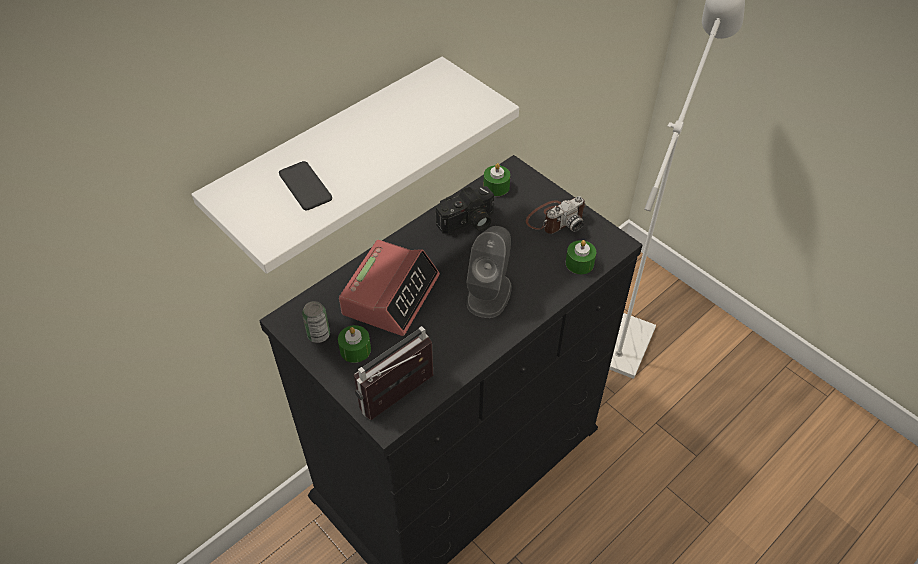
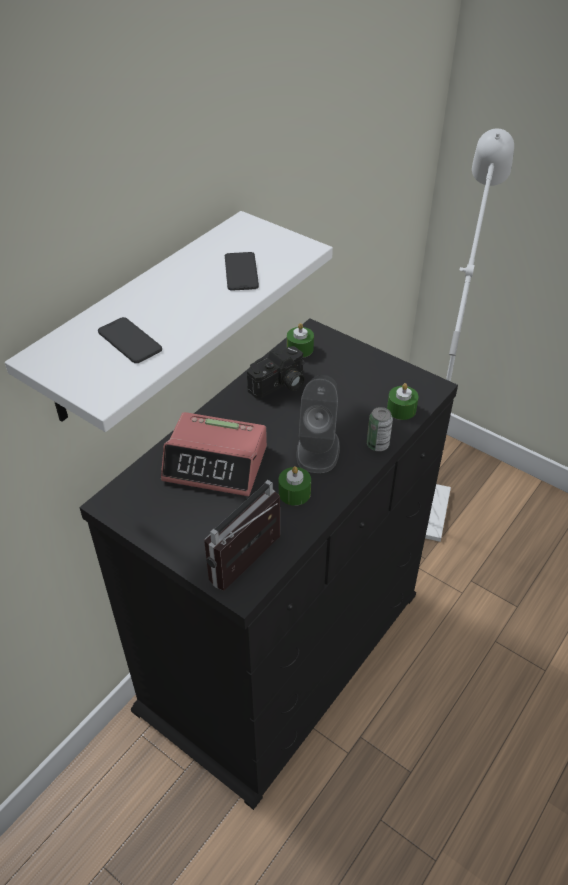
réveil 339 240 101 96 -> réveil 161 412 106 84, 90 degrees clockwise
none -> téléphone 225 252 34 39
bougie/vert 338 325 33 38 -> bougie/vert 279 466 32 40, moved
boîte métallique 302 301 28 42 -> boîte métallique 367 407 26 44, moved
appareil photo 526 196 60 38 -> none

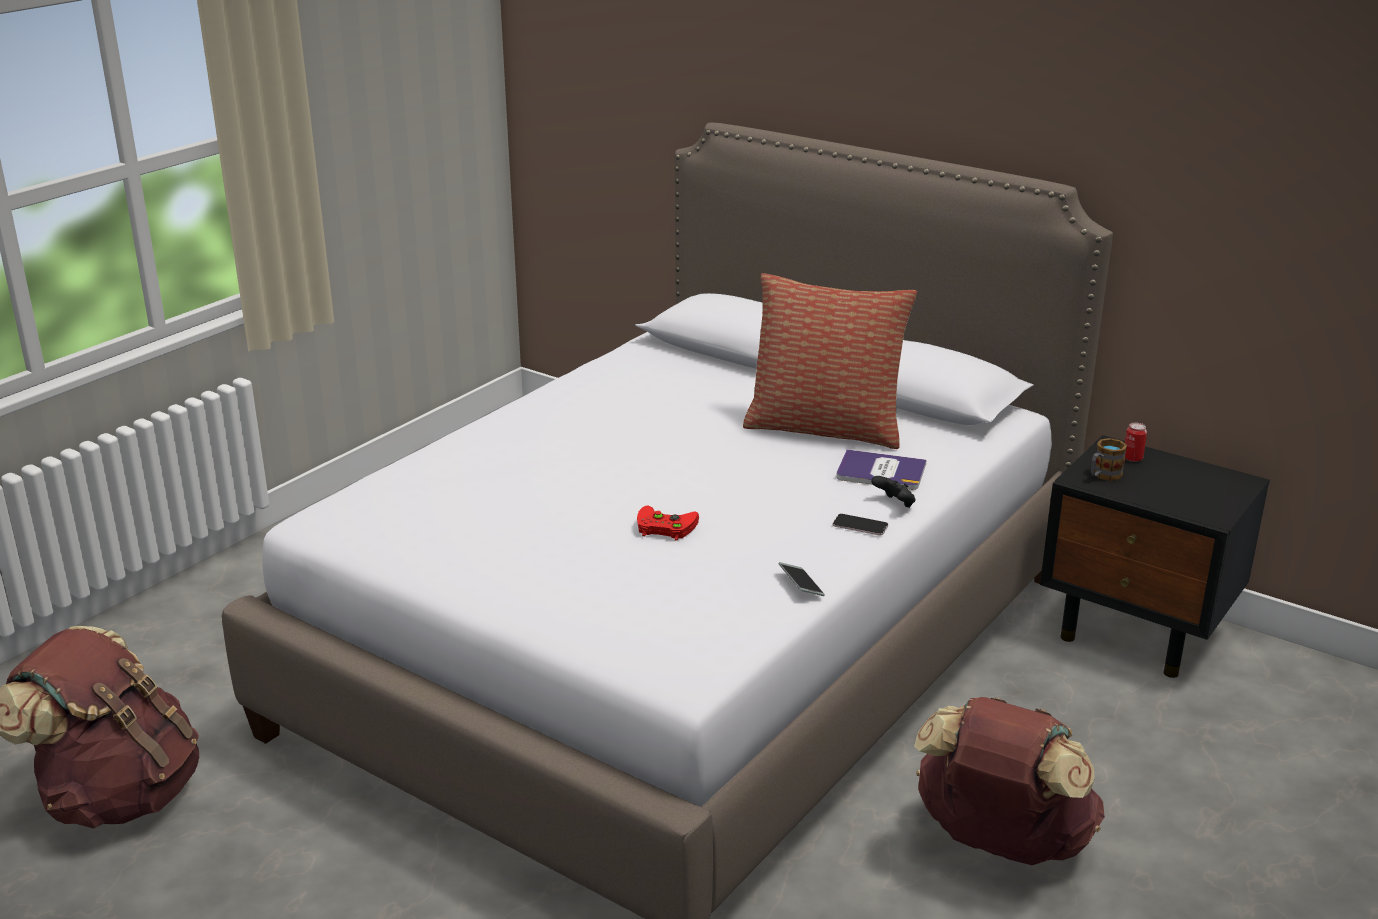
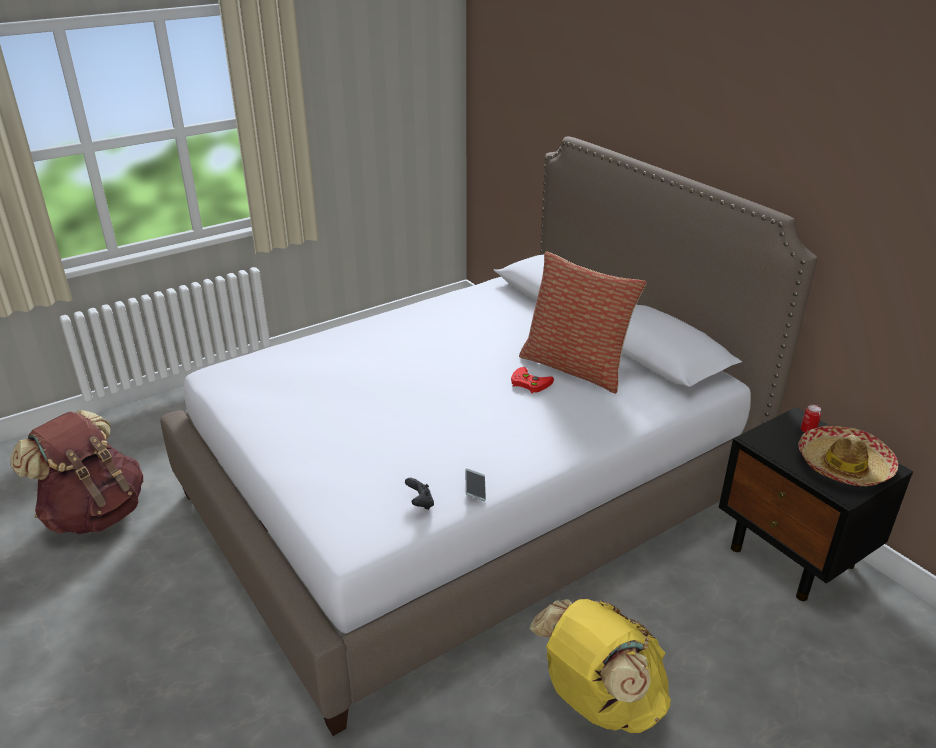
manette/noir 871 476 45 32 -> manette/noir 405 478 29 32, moved
manette/rouge 637 505 62 36 -> manette/rouge 511 367 43 27, moved
sac à dos/marron 914 697 191 168 -> sac à dos/jaune 530 599 141 134
none -> chapeau 799 426 99 60
téléphone 833 514 55 21 -> none
livre 836 449 91 41 -> none
mug 1091 438 36 43 -> none

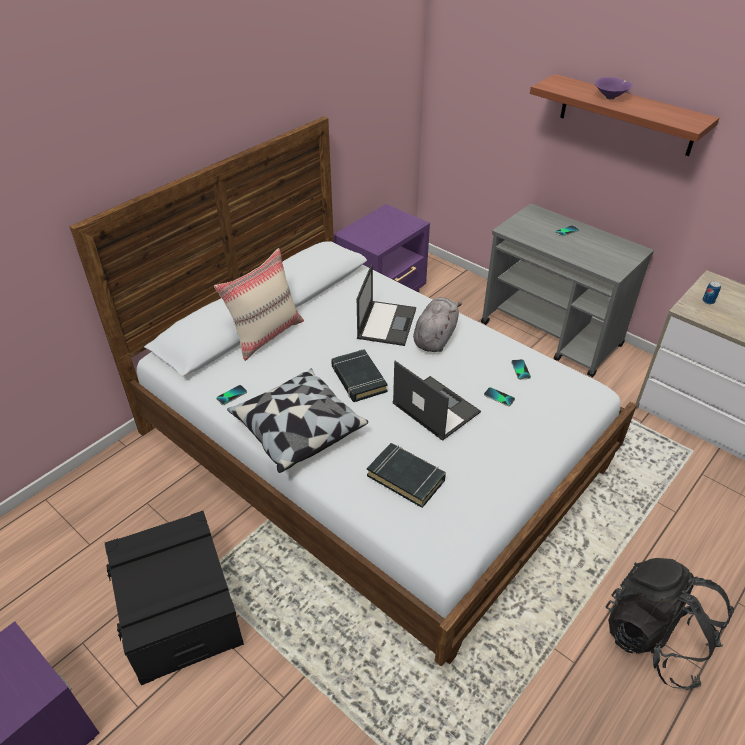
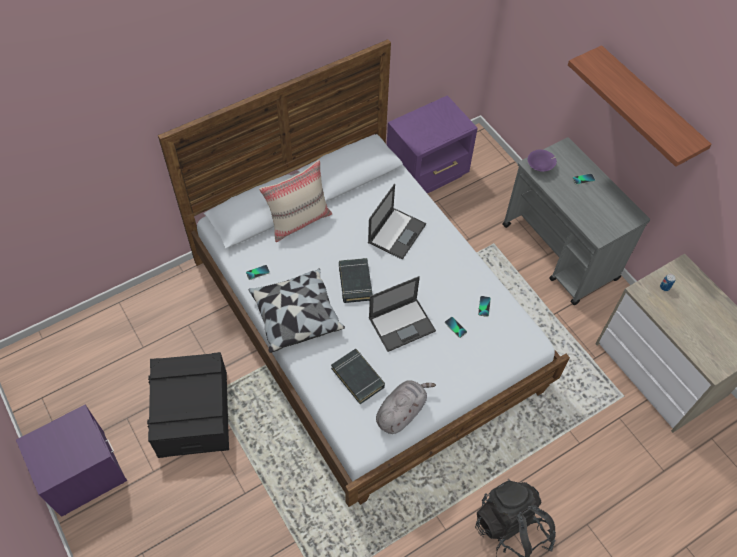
ordinateur portable 393 361 88 80 -> ordinateur portable 369 276 67 76, 90 degrees clockwise
peluche/gris 413 297 49 55 -> peluche/gris 376 380 60 54, moved
bol/violet 595 77 37 23 -> bol/violet 527 149 30 23, moved

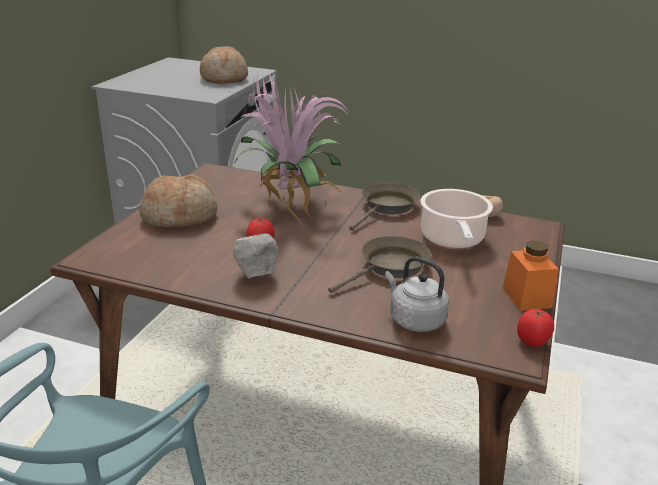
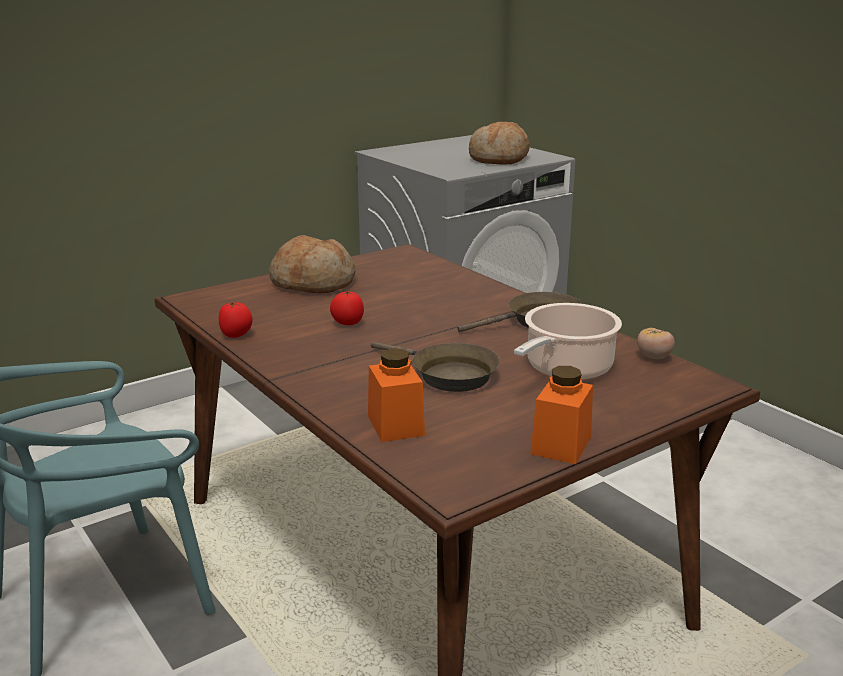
tomate 517 309 37 38 -> tomate 219 302 33 36, moved
bouilloire/gris 385 257 64 75 -> bocal/orange 368 348 57 94
poêle/marron 328 236 103 57 -> poêle/marron 371 342 129 50, 45 degrees clockwise
bol/gris 233 234 45 45 -> none
plante en pot 234 71 118 154 -> none

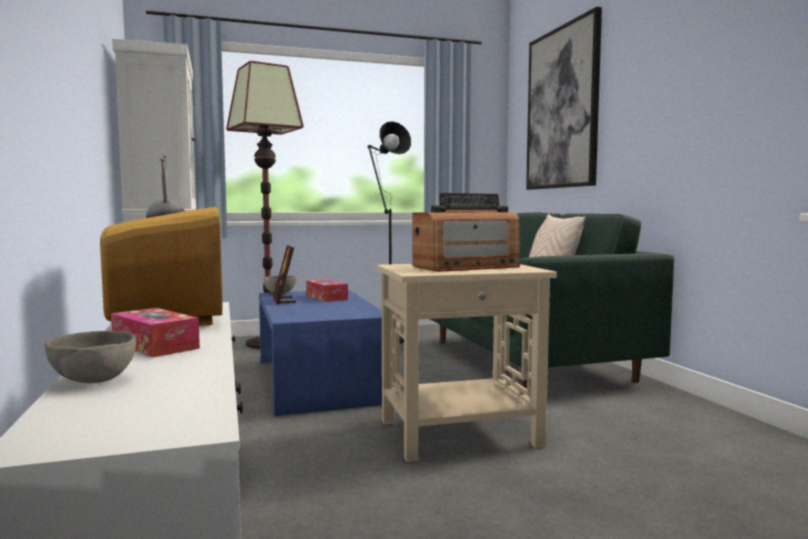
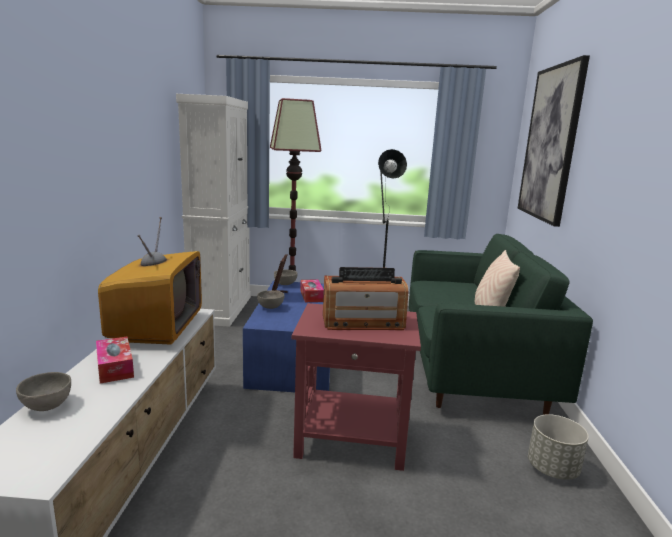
none -> bol/gris 257 290 28 19
table d'appoint/beige 377 264 180 198 -> table d'appoint/rouge 292 303 129 168
none -> cache-pot/gris 528 414 61 66

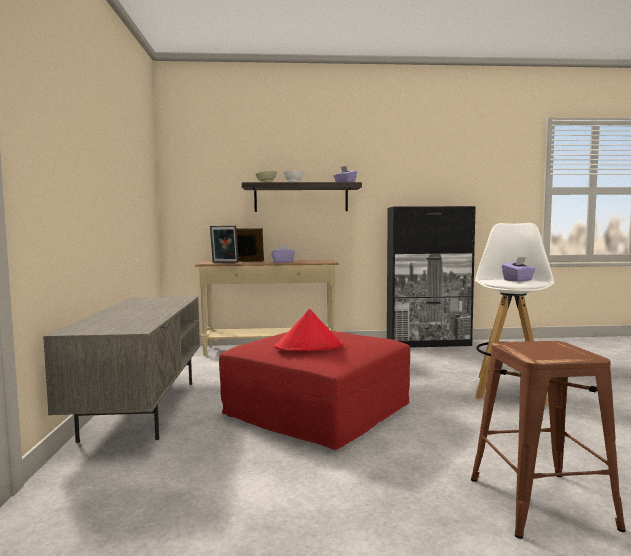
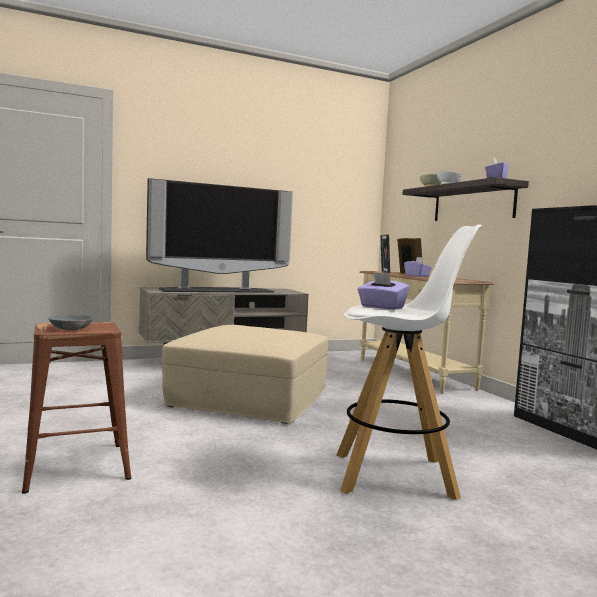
none -> bol/gris 48 315 46 15
none -> téléviseur 146 178 147 115
pouf/rouge 219 331 191 119 -> pouf/beige 162 325 166 99
chapeau/rouge 274 309 69 42 -> none

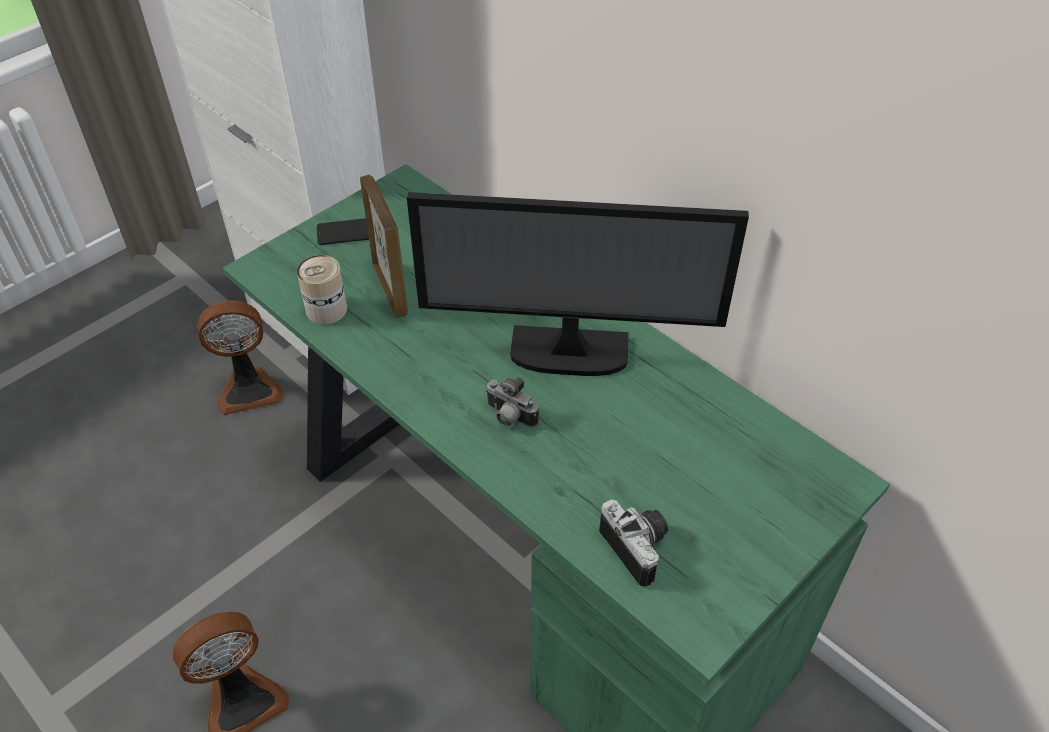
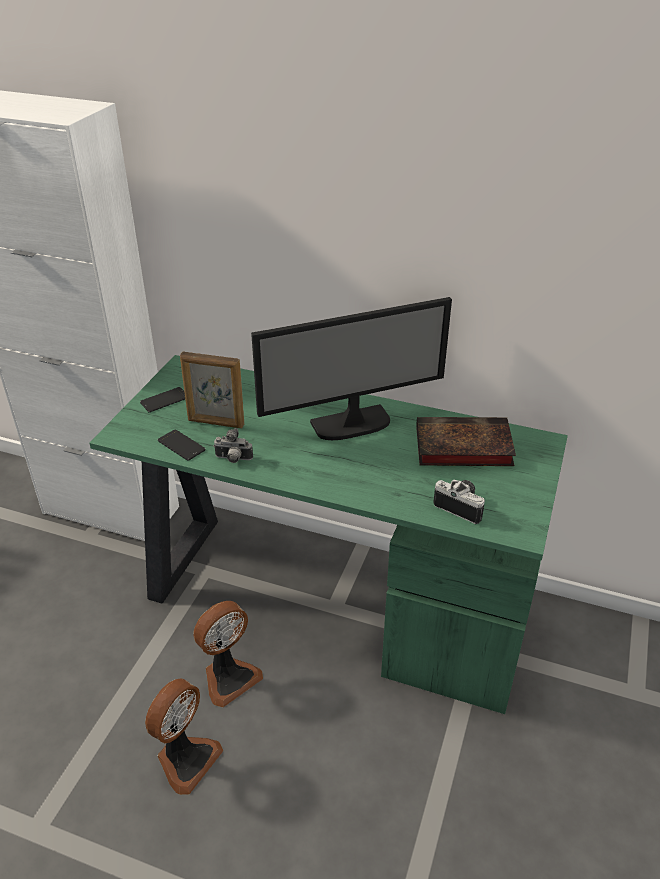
boîte métallique 297 255 50 70 -> téléphone 158 430 47 31
cadre photo 360 175 48 143 -> cadre photo 180 351 64 77, 150 degrees clockwise
ventilateur 198 300 86 115 -> ventilateur 194 601 69 106, moved
appareil photo 485 377 54 51 -> appareil photo 213 428 40 35, moved
none -> livre 416 417 100 49

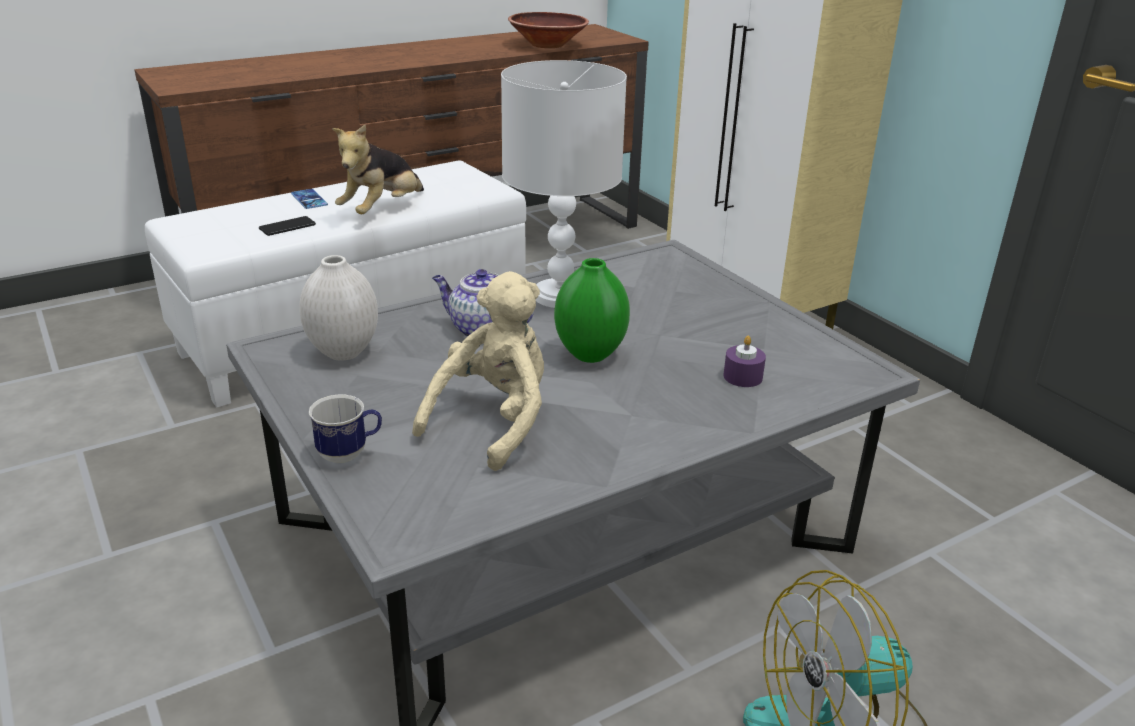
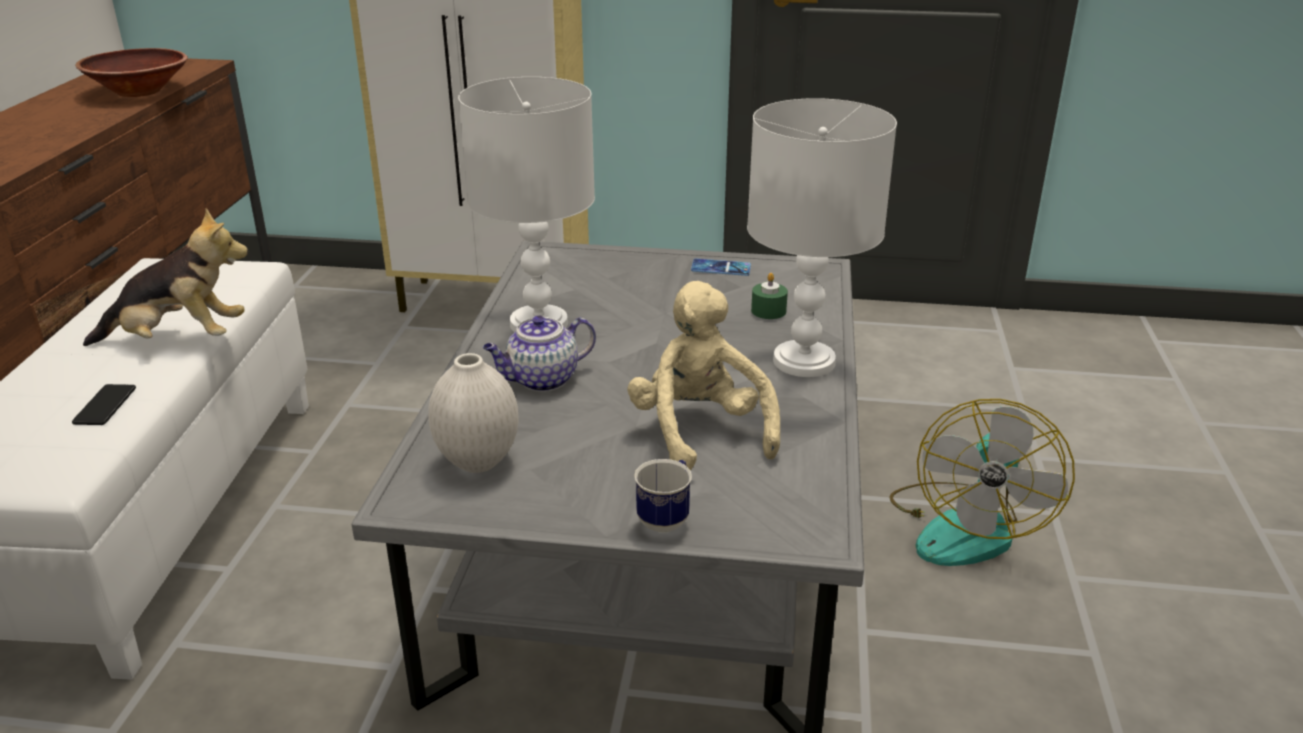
peluche 332 125 92 89 -> peluche 83 208 165 138, 75 degrees counterclockwise
téléphone 291 189 37 20 -> téléphone 691 258 60 18, moved
none -> lampe de table/blanc 747 98 150 279
bougie/violet 723 336 43 51 -> bougie/vert 751 273 37 46
vase/vert 554 258 76 105 -> none

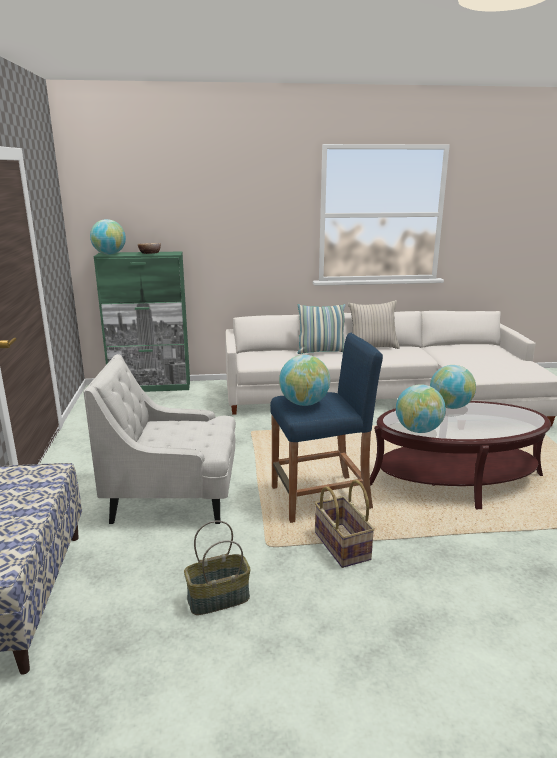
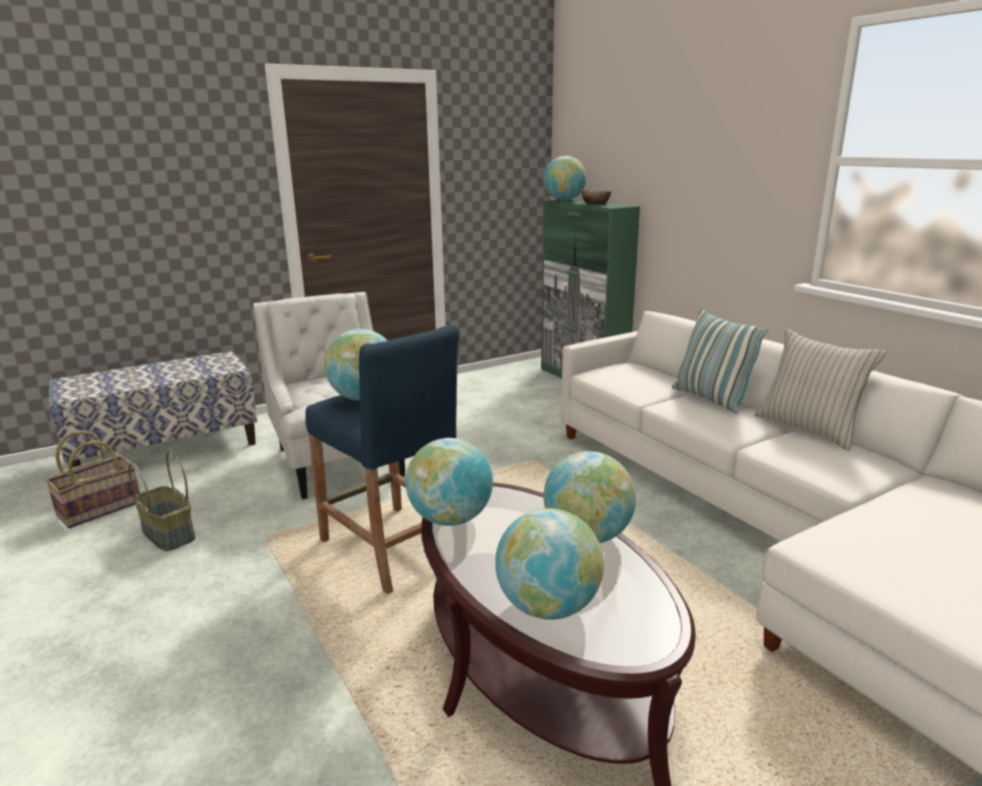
panier 315 480 60 88 -> panier 45 430 95 98, moved
none -> globe 495 508 109 112

